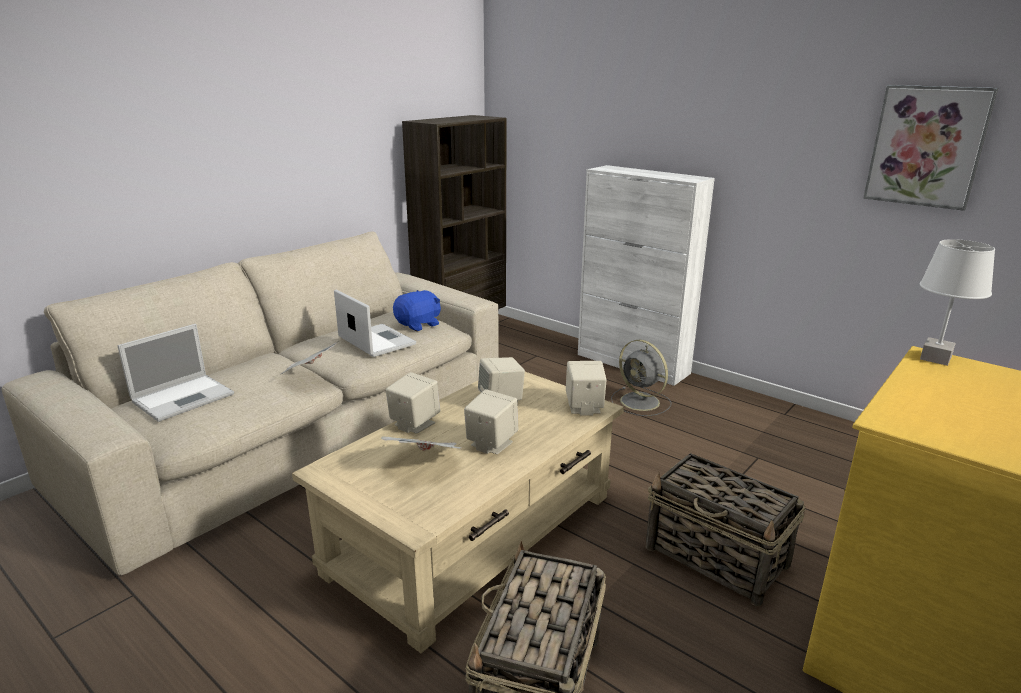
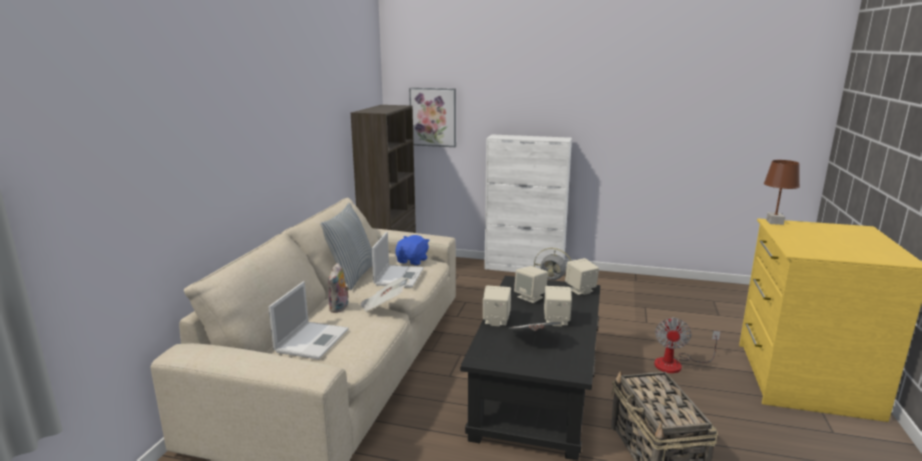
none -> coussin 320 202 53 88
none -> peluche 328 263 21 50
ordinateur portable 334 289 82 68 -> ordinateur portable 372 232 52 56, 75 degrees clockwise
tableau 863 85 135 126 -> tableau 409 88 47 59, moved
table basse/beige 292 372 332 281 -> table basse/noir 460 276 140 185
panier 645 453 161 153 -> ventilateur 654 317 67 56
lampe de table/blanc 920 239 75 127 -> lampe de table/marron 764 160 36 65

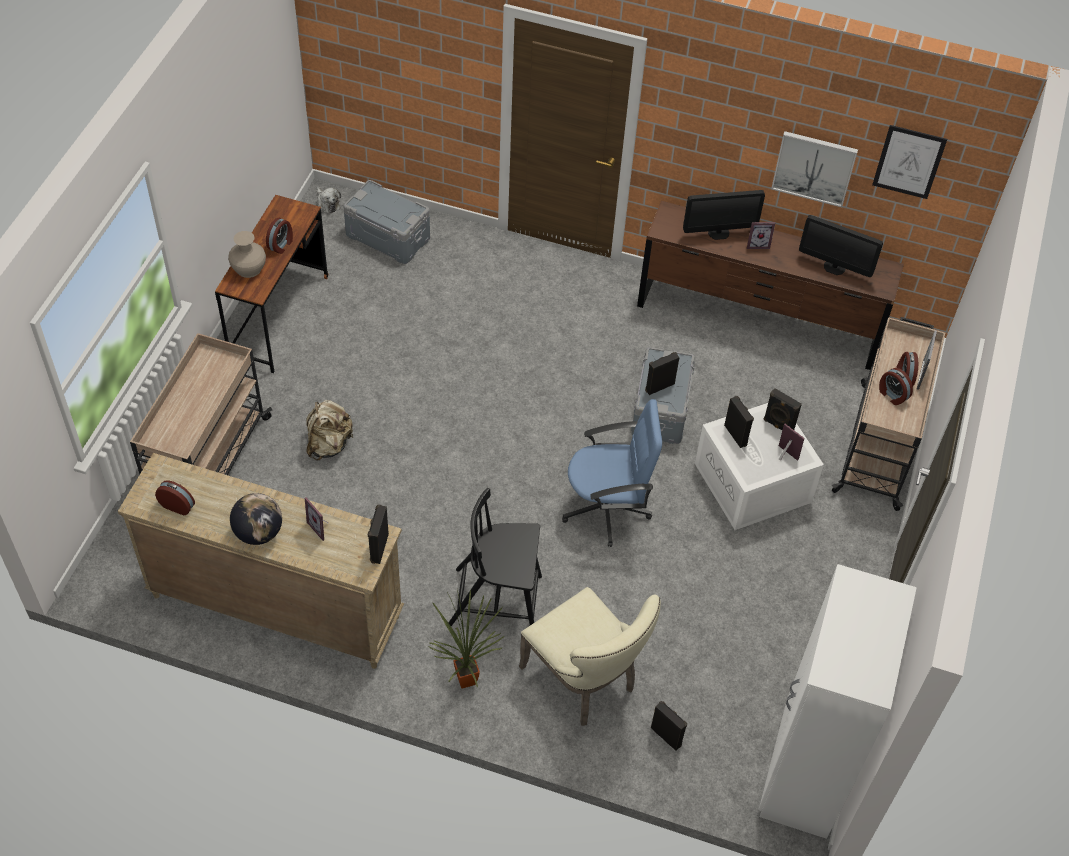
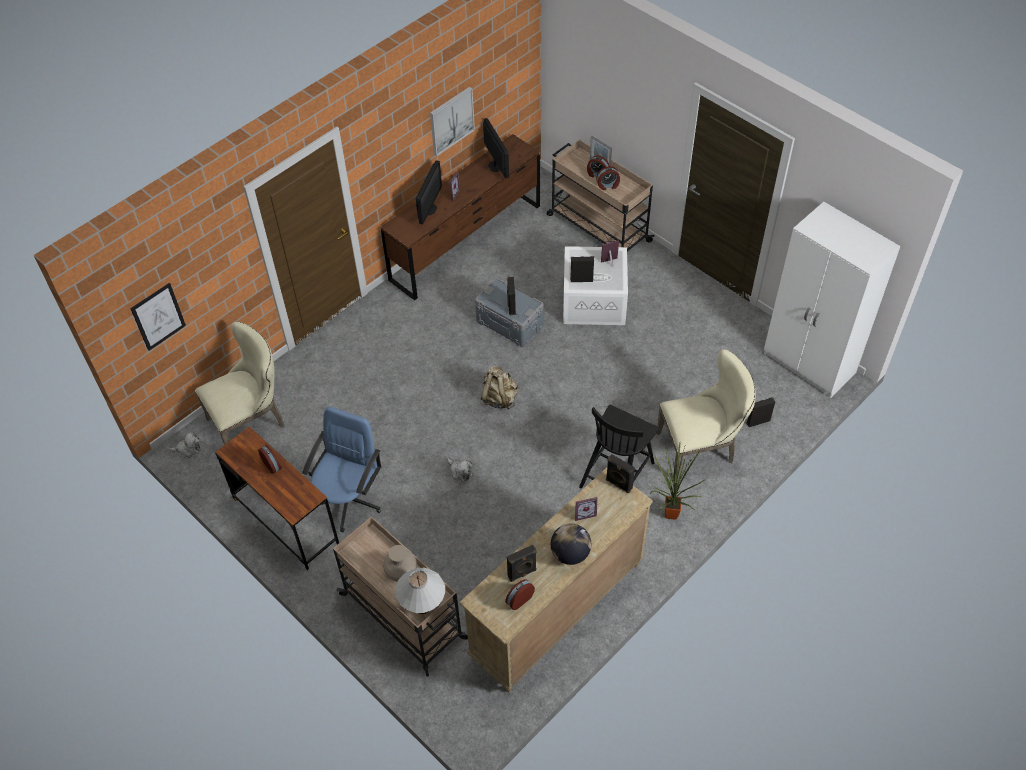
tableau 872 125 75 74 -> tableau 130 283 56 68, moved
boîte de rangement/gris 343 180 87 84 -> chaise/beige 195 321 89 124
chaise de bureau/bleu 562 399 100 148 -> chaise de bureau/bleu 302 406 79 126, moved
vase/beige 228 231 38 47 -> vase/beige 383 545 34 37, moved
none -> lampe de table/blanc 395 568 50 46
none -> peluche 447 457 26 24
sac à dos/beige 306 400 48 60 -> sac à dos/beige 481 366 37 44, moved
écran d'ordinateur 799 215 84 62 -> écran d'ordinateur 483 118 26 60, 75 degrees counterclockwise
enceinte/noir 763 388 39 42 -> enceinte/noir 507 545 30 37, moved

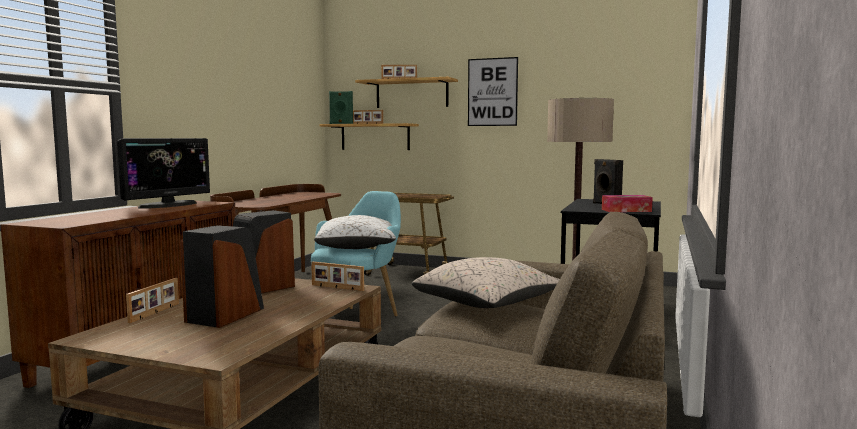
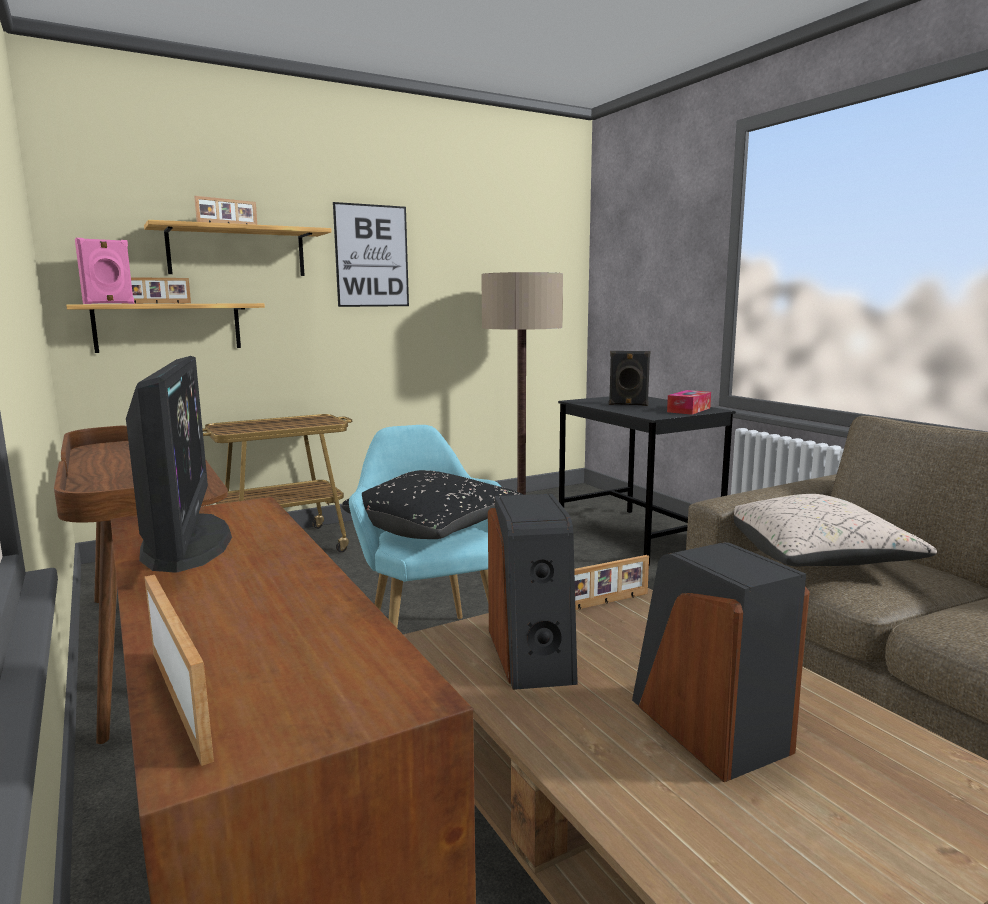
enceinte/vert 329 91 24 33 -> enceinte/rose 75 238 59 66
cadre photo 126 278 53 45 -> cadre photo 144 575 70 191, moved
coussin/blanc 314 215 82 34 -> coussin/noir 341 470 182 69

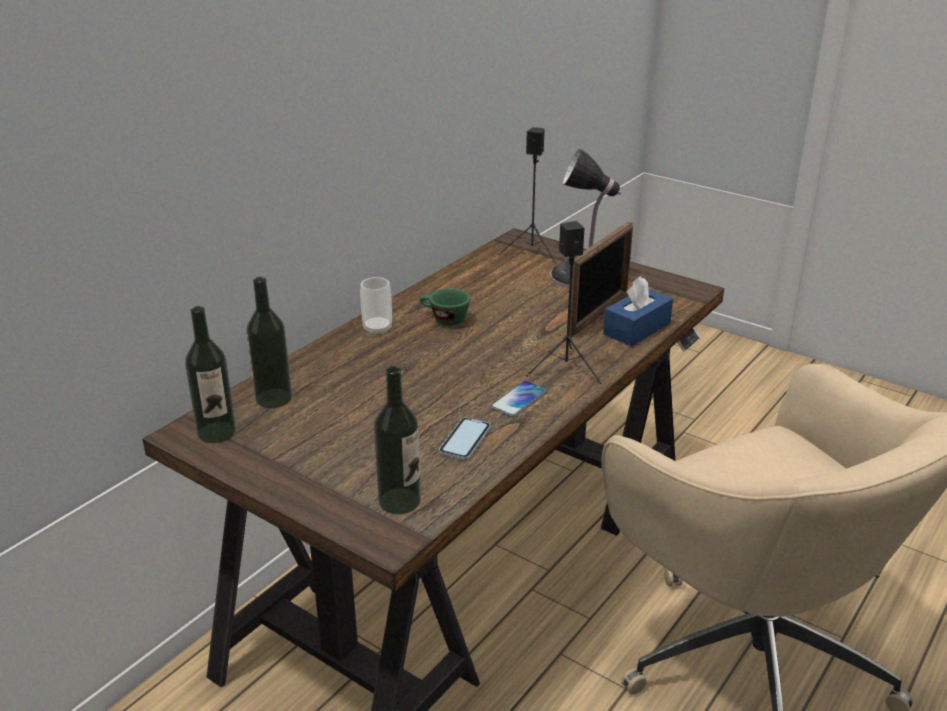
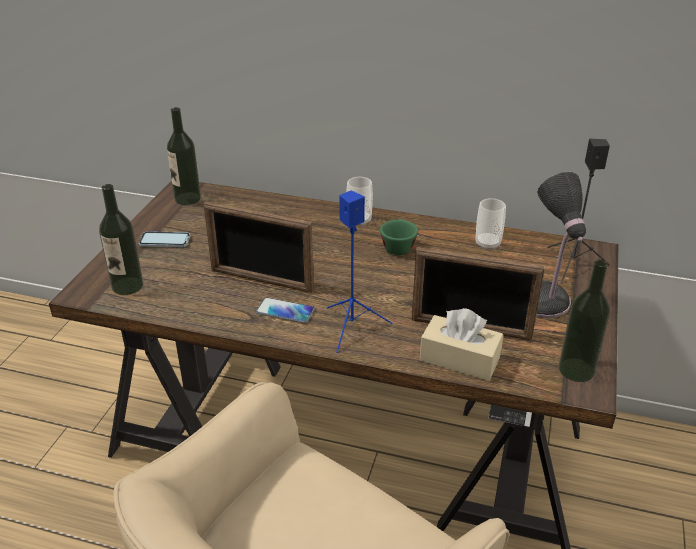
téléphone 439 417 52 43 -> téléphone 138 231 52 16, moved
none -> cadre photo 203 201 111 92
enceinte/noir 526 221 76 163 -> enceinte/bleu 327 190 65 163
boîte à mouchoirs/bleu 603 276 70 70 -> boîte à mouchoirs/beige 420 308 83 73
none -> tasse 476 198 30 52
bouteille 246 277 46 131 -> bouteille 559 259 51 123, moved

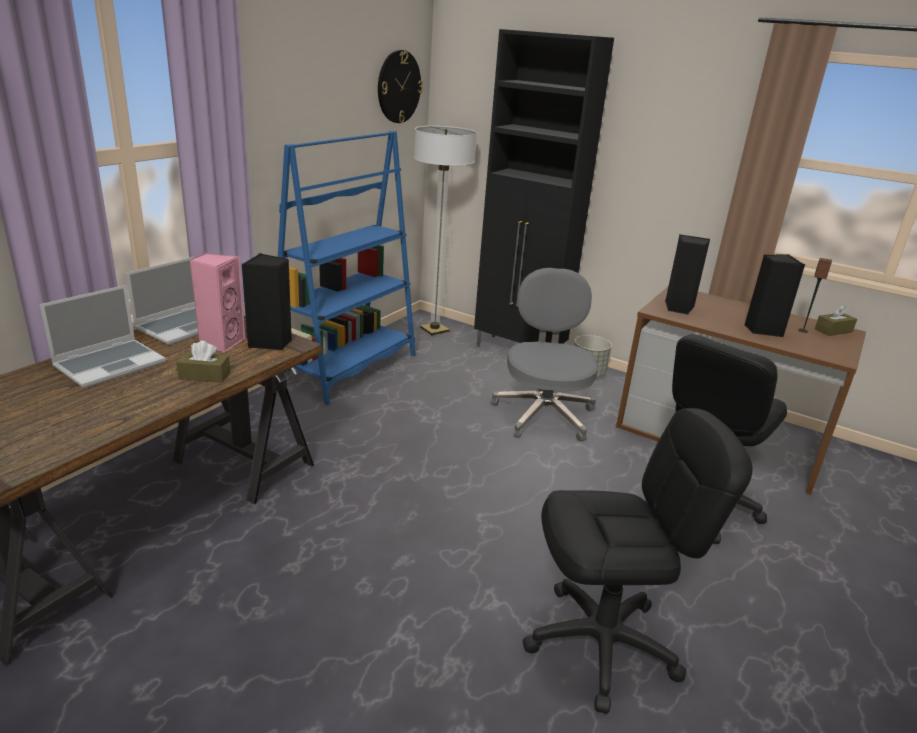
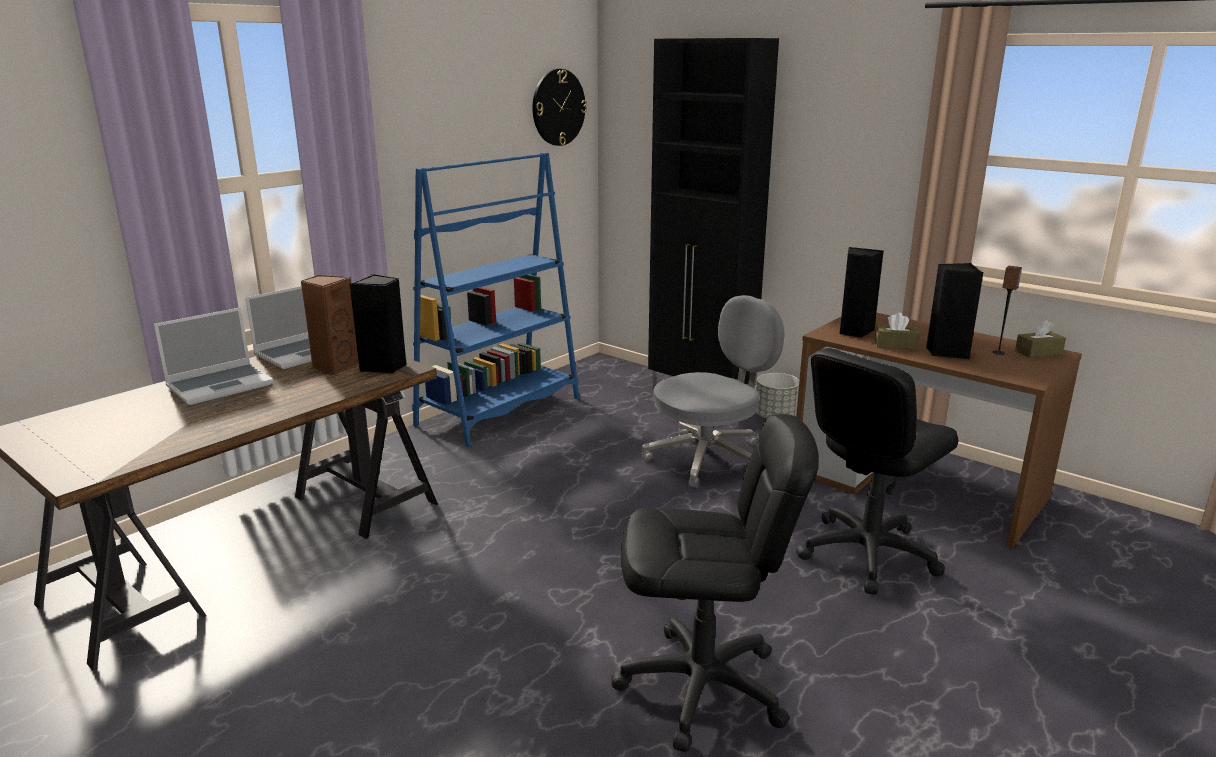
enceinte/rose 190 253 55 100 -> enceinte/marron 301 275 58 100
chaise de bureau/gris 491 268 107 174 -> chaise de bureau/gris 641 295 144 193, 45 degrees clockwise
boîte à mouchoirs/marron 176 341 54 42 -> boîte à mouchoirs/marron 875 313 45 37, moved
lampadaire 414 126 63 209 -> none

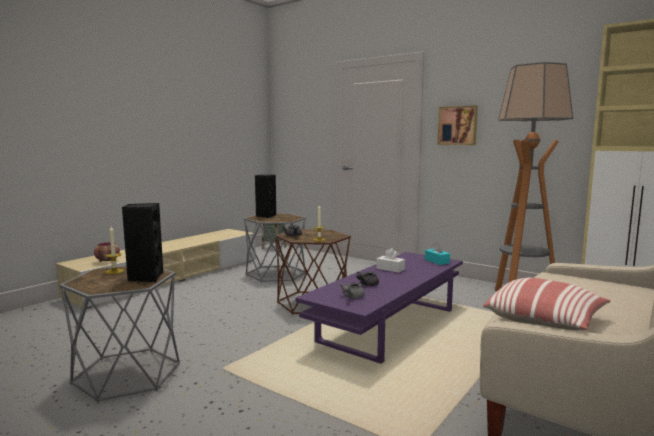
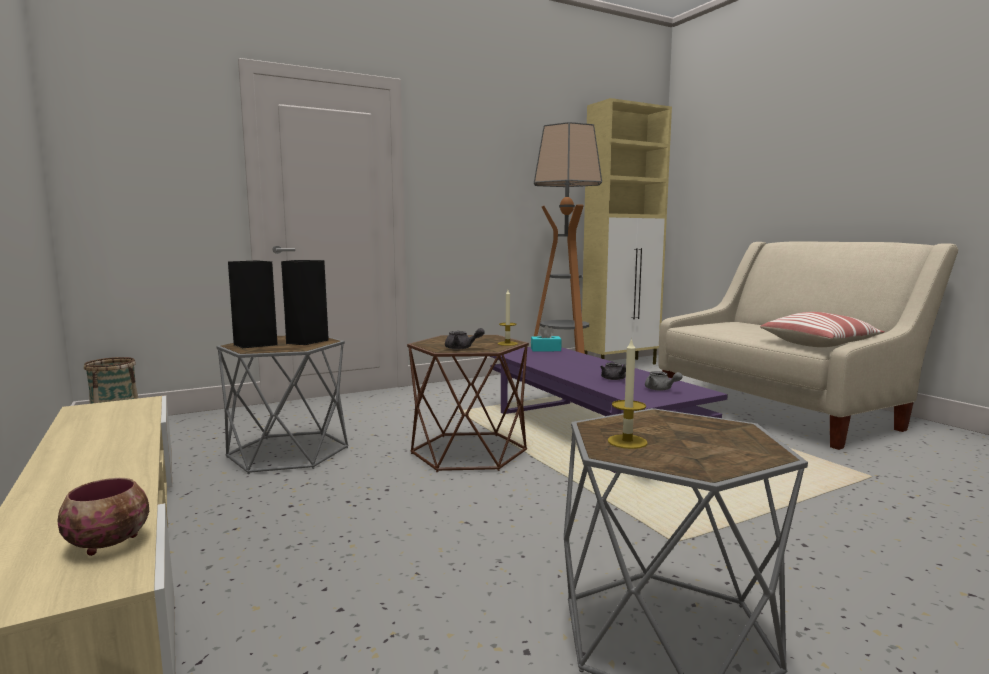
enceinte/noir 122 203 41 79 -> enceinte/noir 281 260 48 85, moved
boîte à mouchoirs/blanc 377 248 28 25 -> none
tableau 438 105 40 40 -> none

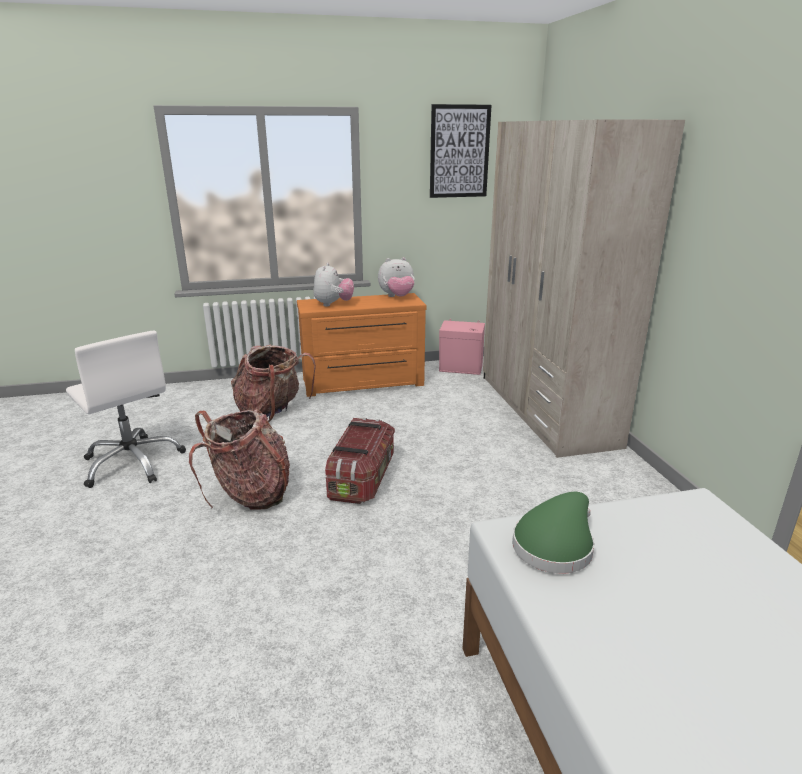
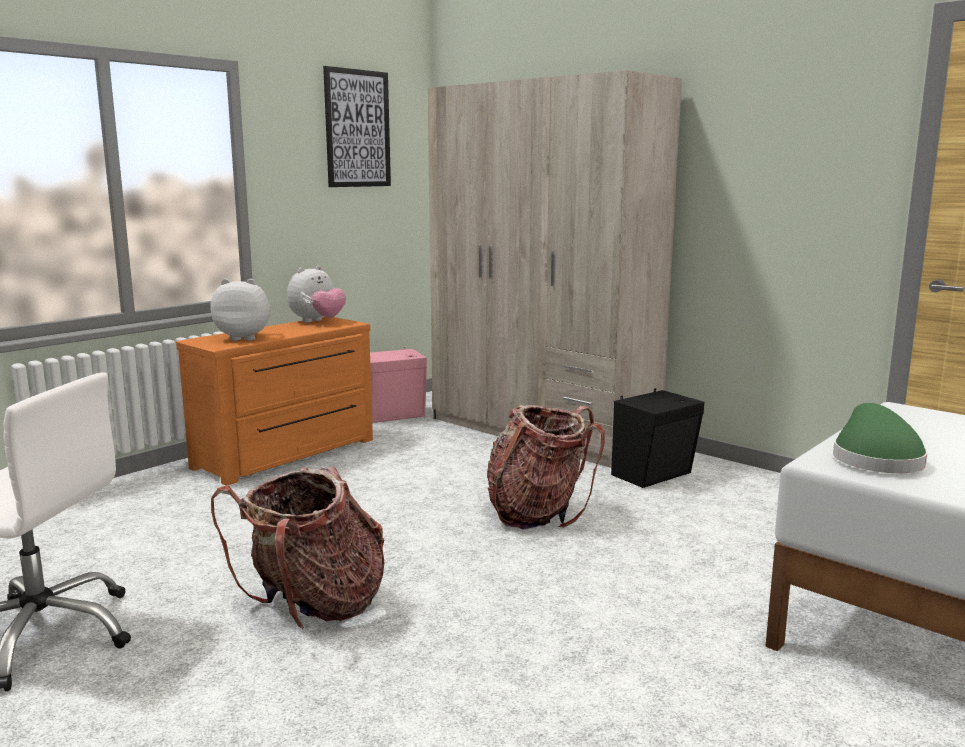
peluche 313 263 41 44 -> peluche 211 279 60 62, 60 degrees counterclockwise
sac à dos 231 344 85 78 -> sac à dos 487 405 118 124, moved
none -> enceinte/noir 611 388 93 100
boîte de rangement 325 418 70 86 -> none

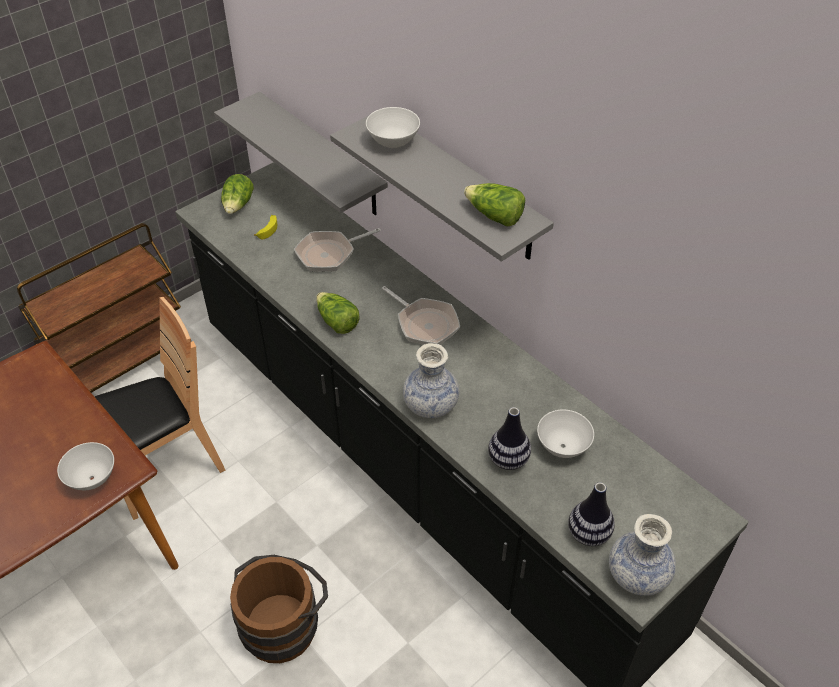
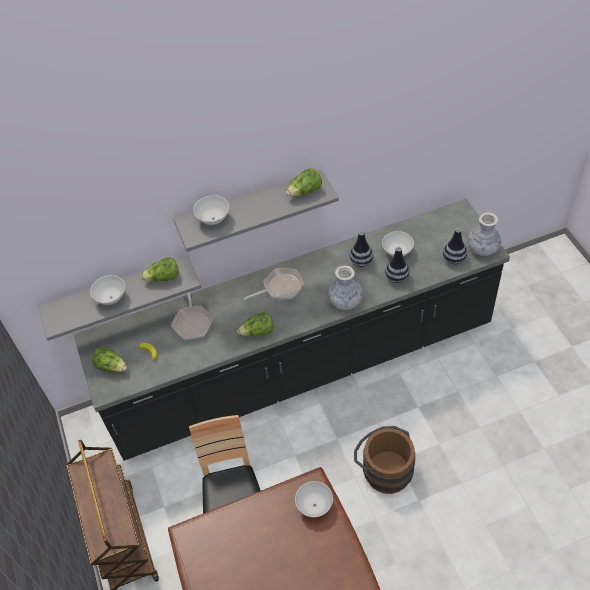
none -> bol/blanc 90 275 35 30
none -> laitue 141 258 38 23
none -> vase 350 231 23 36

